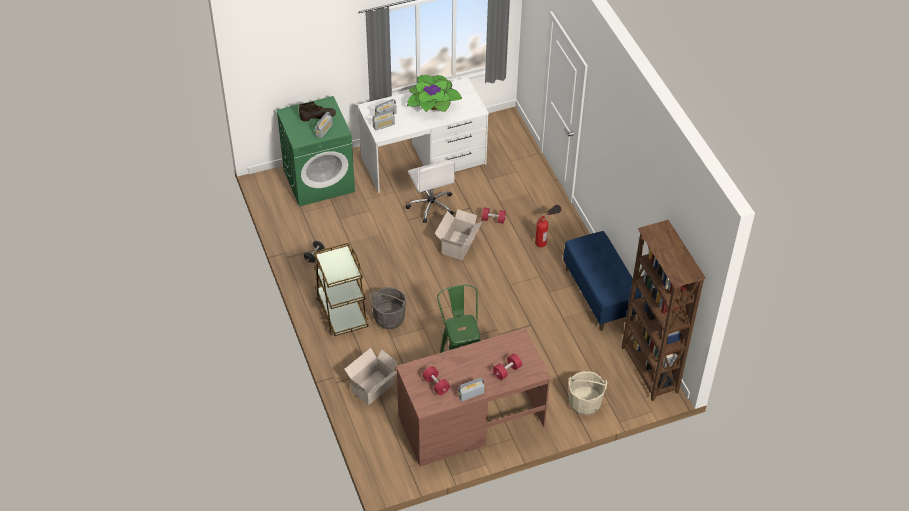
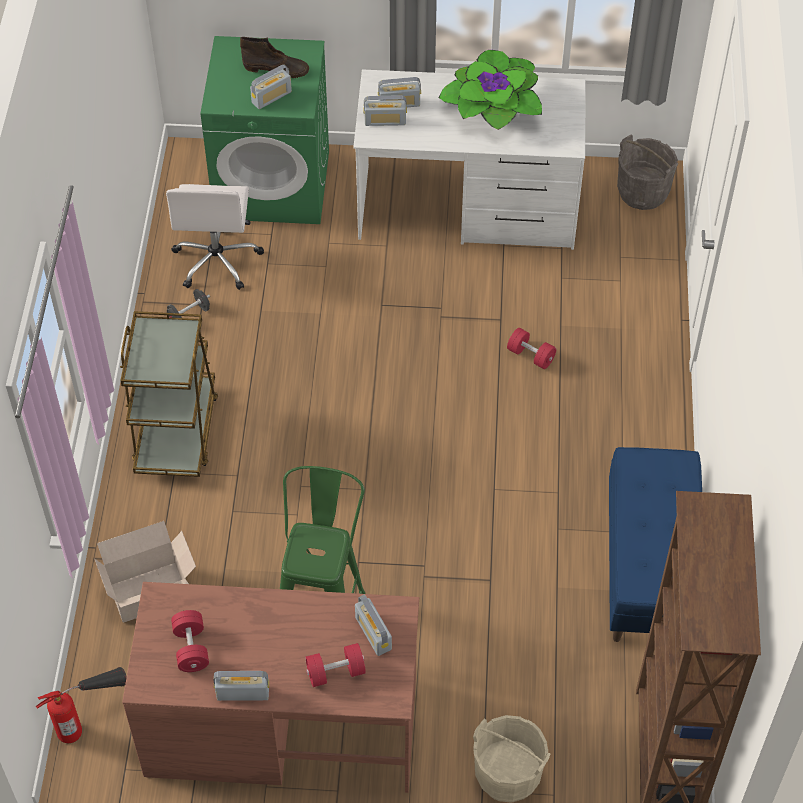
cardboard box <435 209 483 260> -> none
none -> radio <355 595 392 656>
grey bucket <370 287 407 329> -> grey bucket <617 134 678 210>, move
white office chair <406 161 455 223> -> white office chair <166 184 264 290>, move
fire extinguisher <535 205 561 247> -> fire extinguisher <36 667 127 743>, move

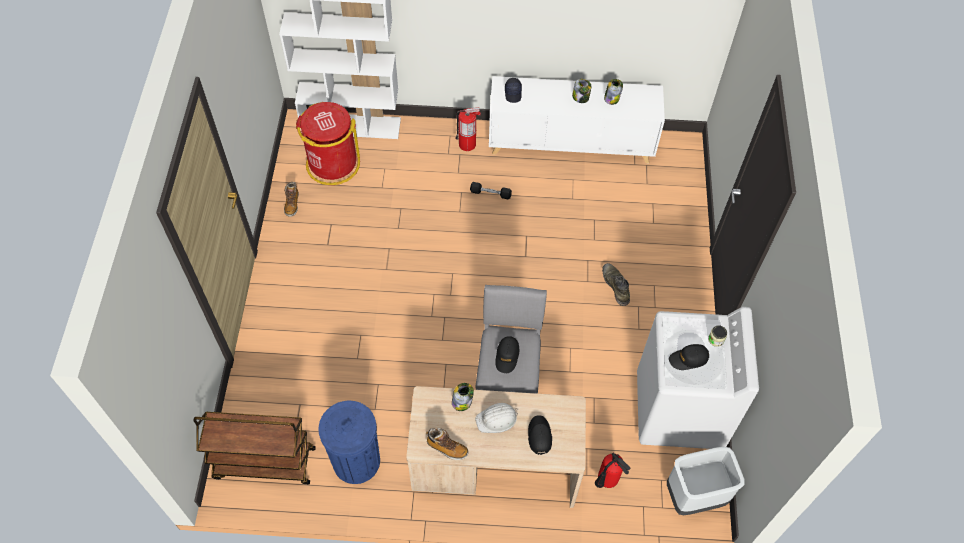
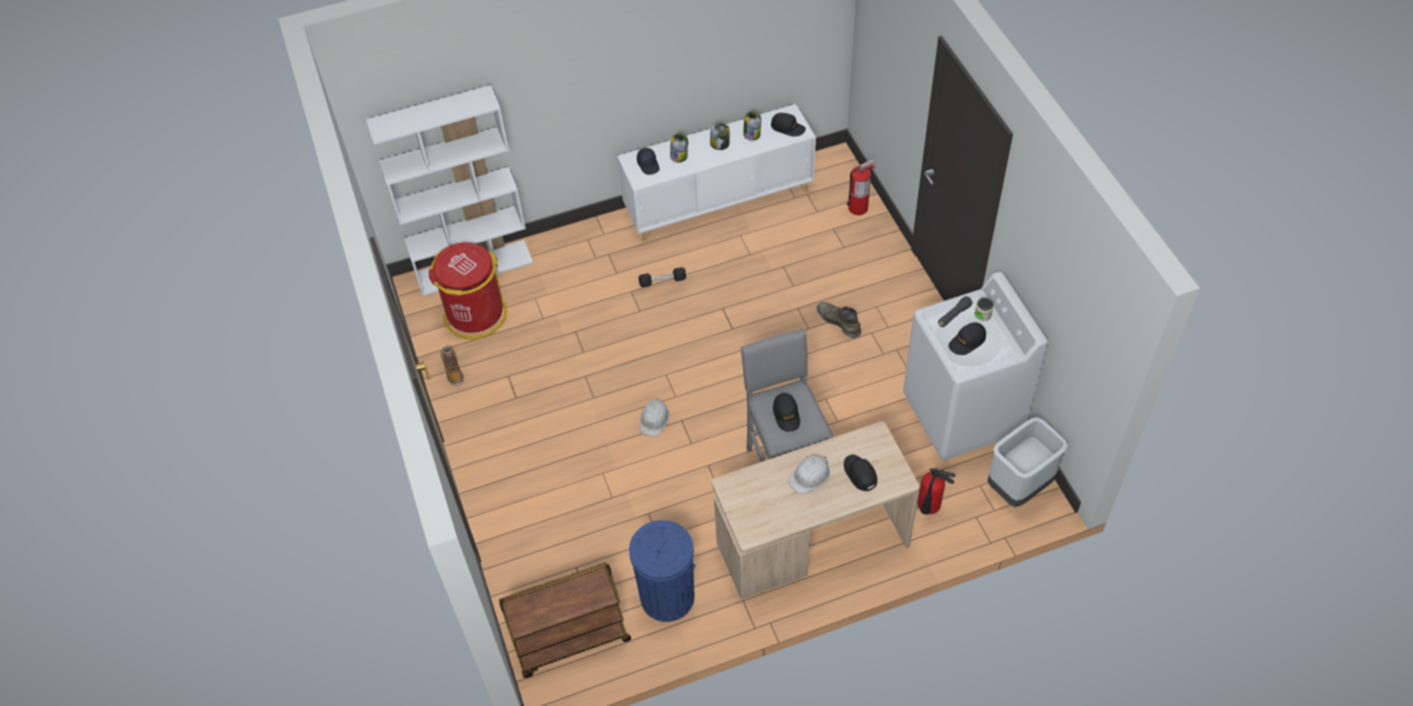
boot <426 428 469 460> -> none
none -> white hard hat <640 399 669 436>
none -> black cap <771 113 806 137>
none -> black flashlight <938 296 973 327>
jar <452 383 474 411> -> jar <670 133 688 163>, move
fire extinguisher <455 107 481 151> -> fire extinguisher <846 159 875 215>, move

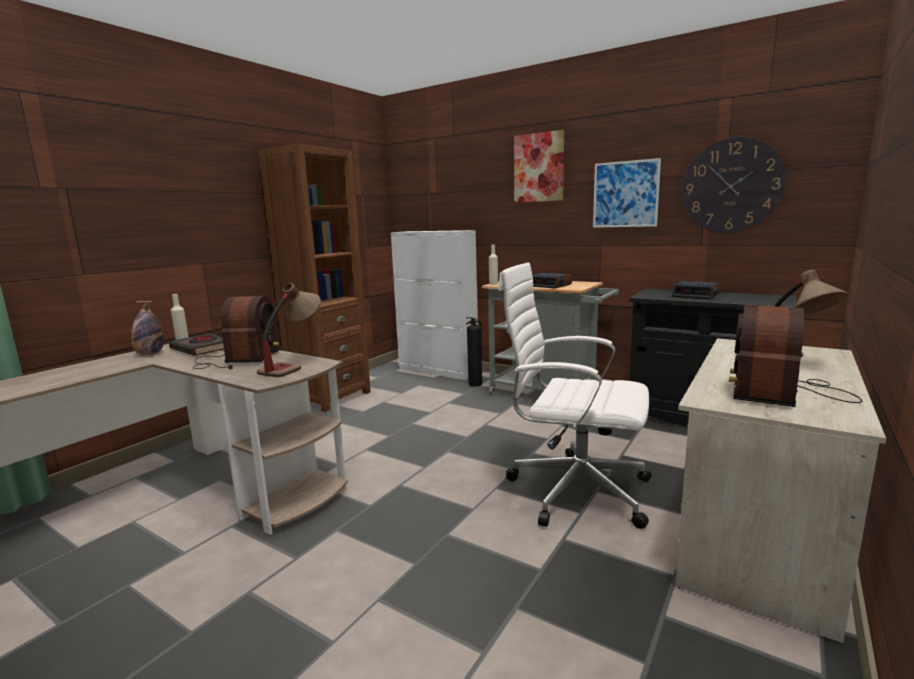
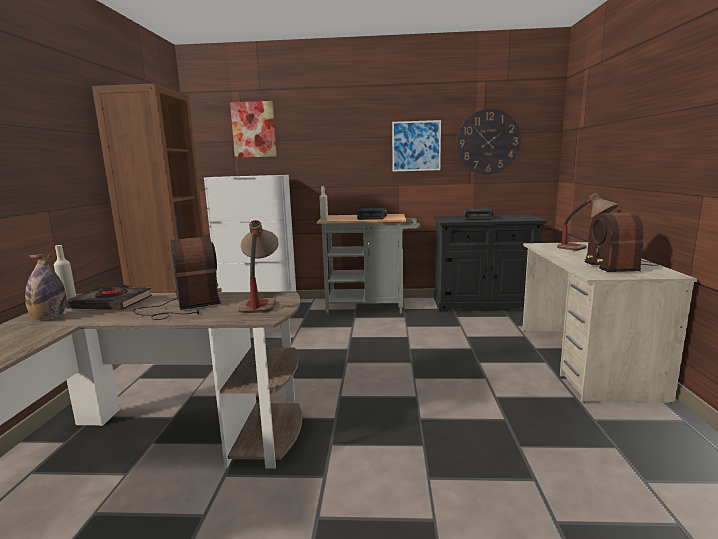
fire extinguisher <466 317 483 387> -> none
white office chair <498 263 652 529> -> none
picture <514 130 564 203> -> picture <230 101 277 158>, move

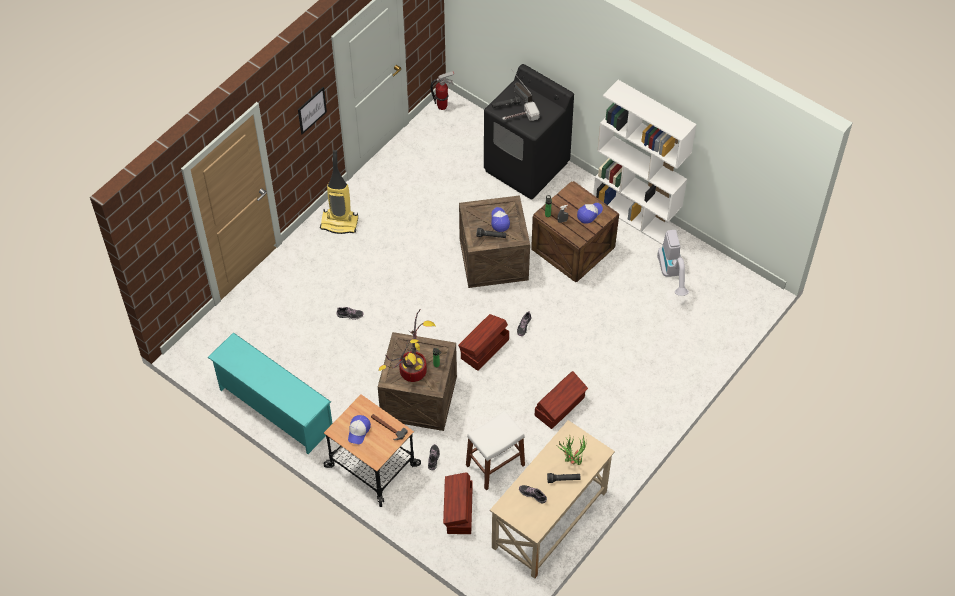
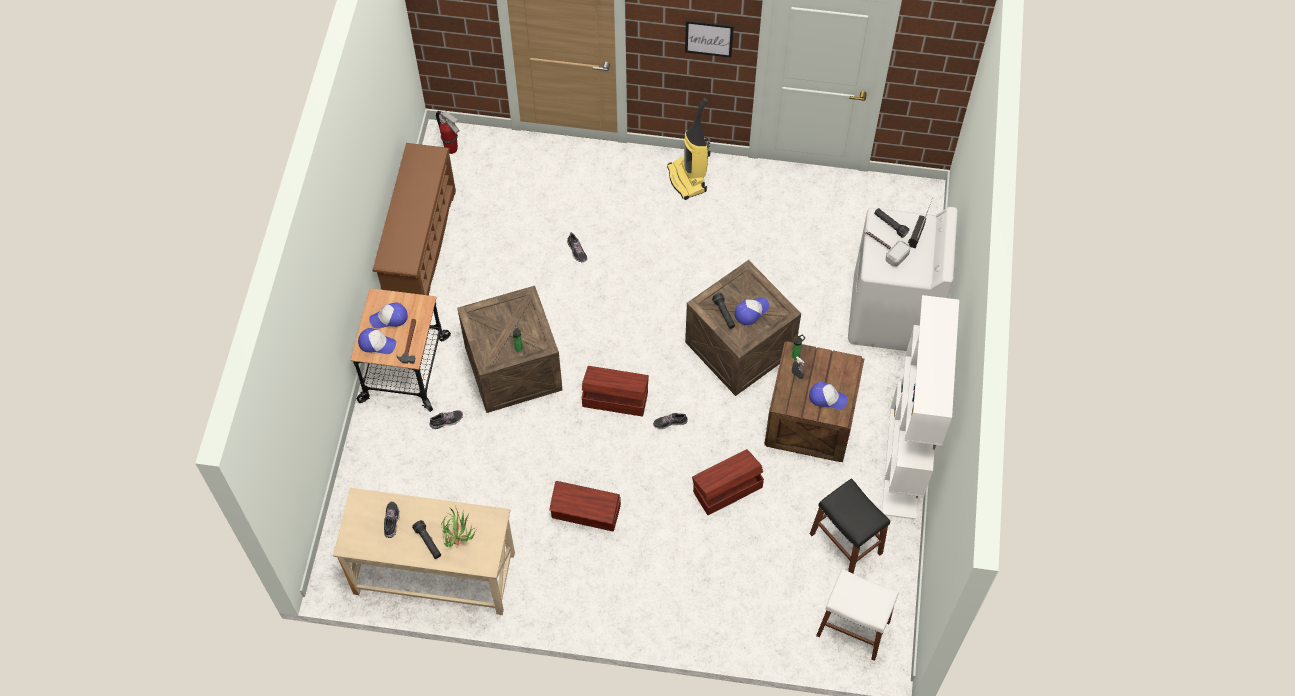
potted plant <379 309 436 382> -> none
none -> cap <358 328 396 354>
fire extinguisher <430 71 454 110> -> fire extinguisher <436 111 460 154>, move
brown storage box <443 472 473 534> -> brown storage box <692 449 764 515>, move
white stool <466 411 525 490> -> white stool <816 569 899 661>, move
vacuum cleaner <657 230 689 296> -> black stool <810 478 890 573>
turquoise shoe rack <207 332 333 454> -> brown shoe rack <372 143 456 296>
black washing machine <484 64 574 199> -> white washing machine <848 207 958 351>

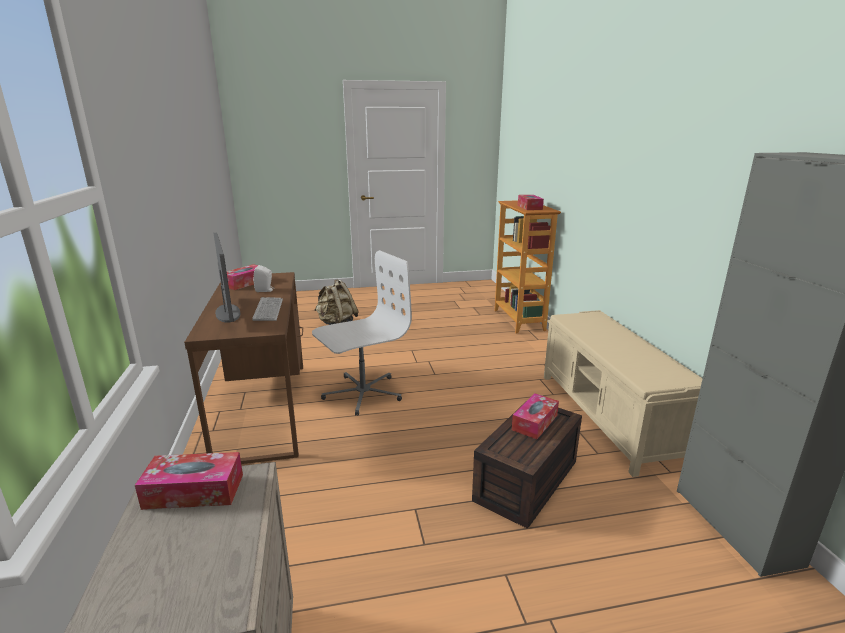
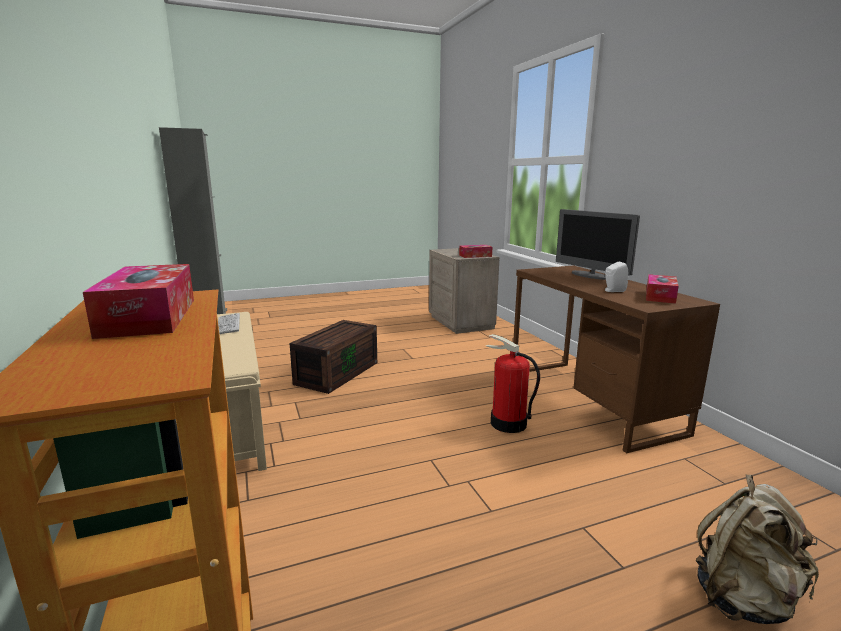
tissue box <512 393 559 439> -> none
keyboard <252 297 283 321> -> keyboard <218 313 240 334>, move
white office chair <312 250 412 415> -> fire extinguisher <486 334 540 433>

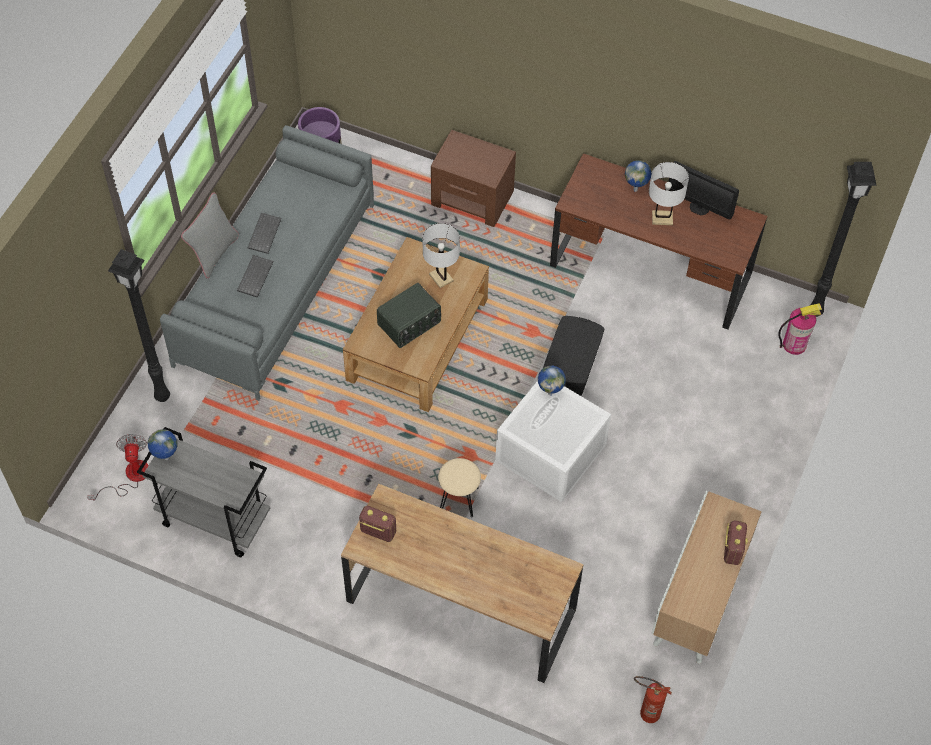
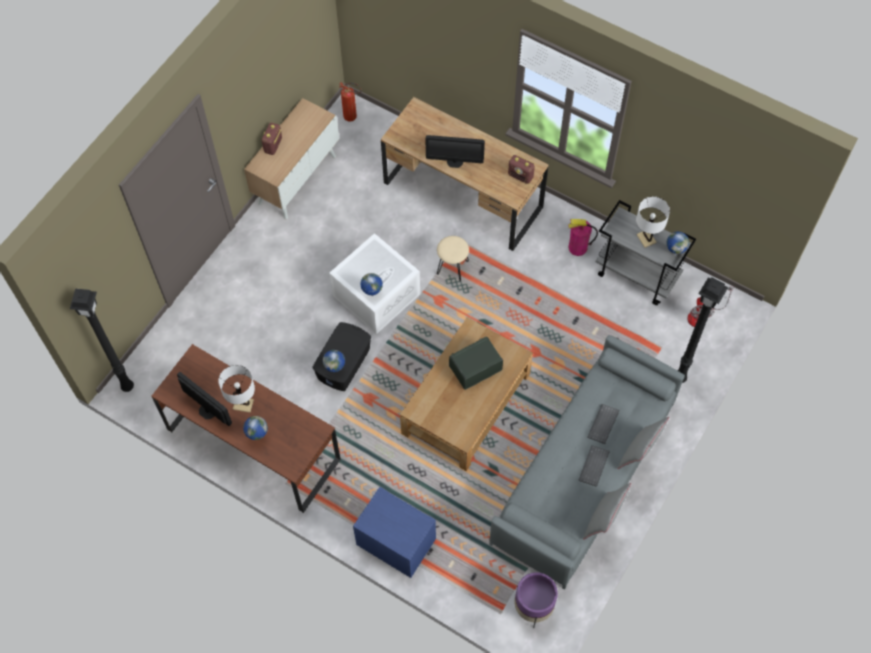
none -> globe <323 350 345 372>
none -> monitor <426 135 485 168>
none -> grey pillow <583 483 631 540>
white table lamp <422 223 460 288> -> white table lamp <636 197 670 248>, move
fire extinguisher <778 303 822 355> -> fire extinguisher <568 219 598 256>, move
brown nightstand <431 130 516 227> -> blue nightstand <353 487 436 578>

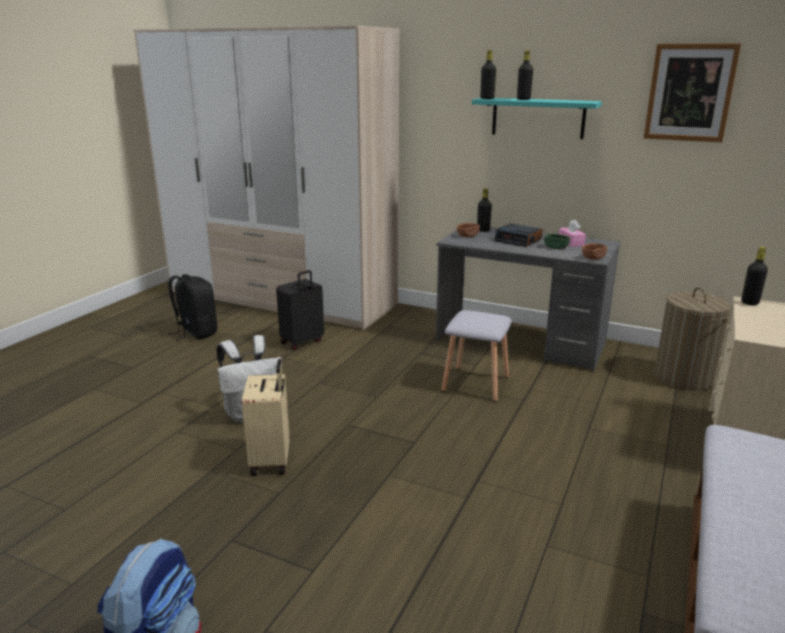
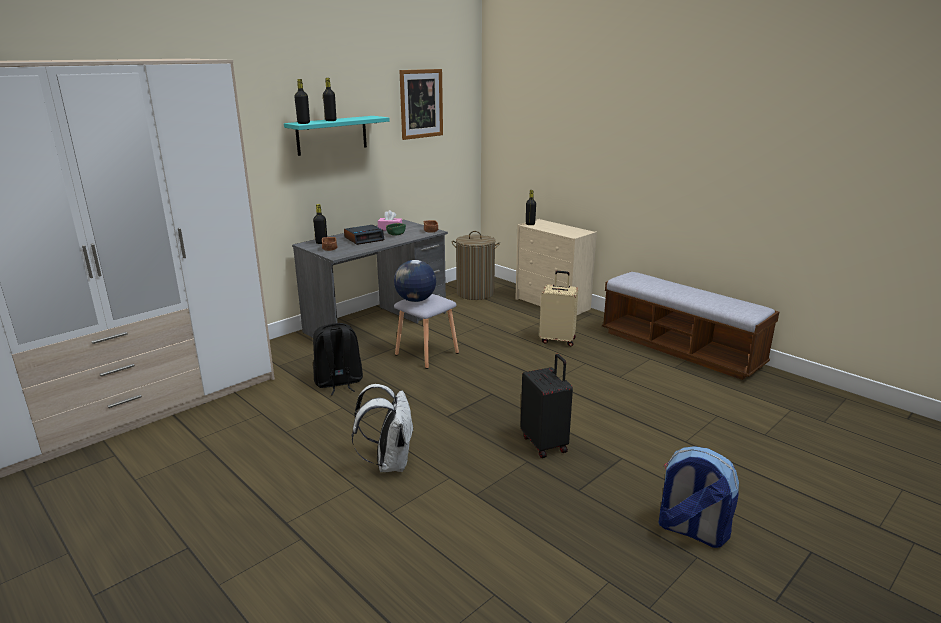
none -> globe <394 260 436 302>
black backpack <168 274 217 341> -> black backpack <313 323 363 395>, move
beige suitcase <242 359 290 476> -> beige suitcase <539 271 578 346>, move
black suitcase <276 270 324 350> -> black suitcase <520 354 573 458>, move

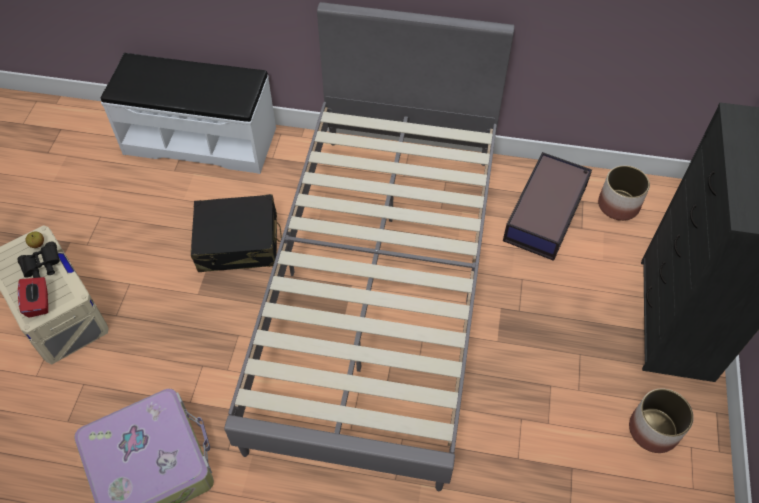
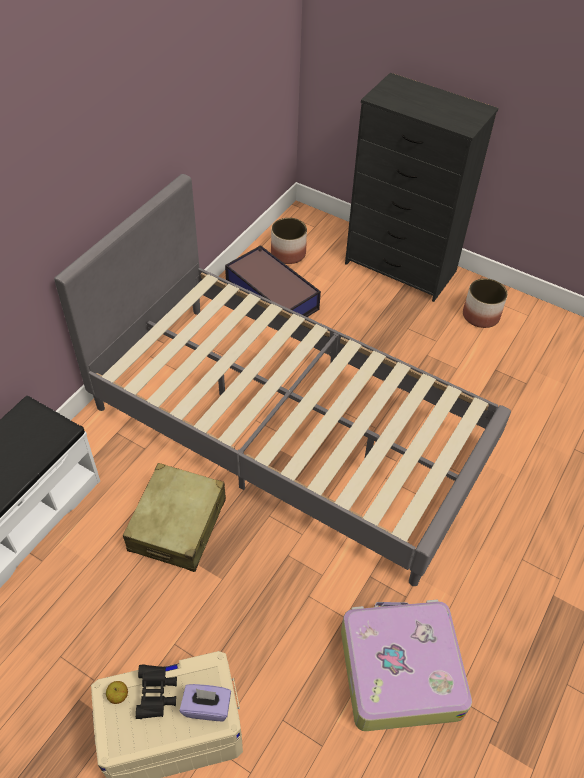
red tissue box <18 277 48 318> -> purple tissue box <180 684 231 721>
black suitcase <191 194 282 272> -> beige suitcase <123 463 226 572>

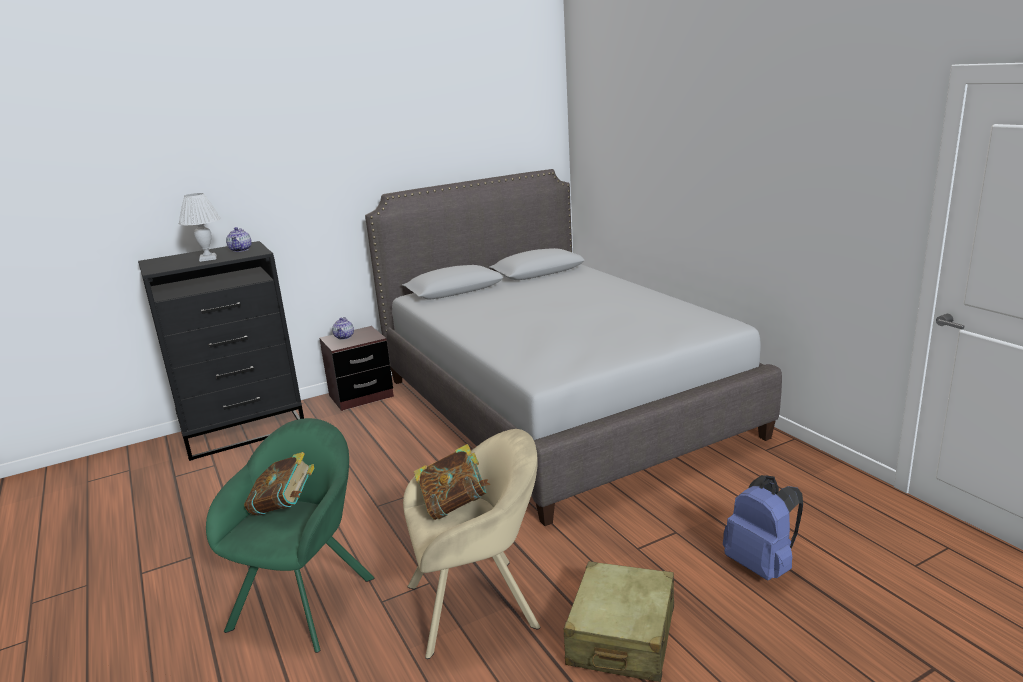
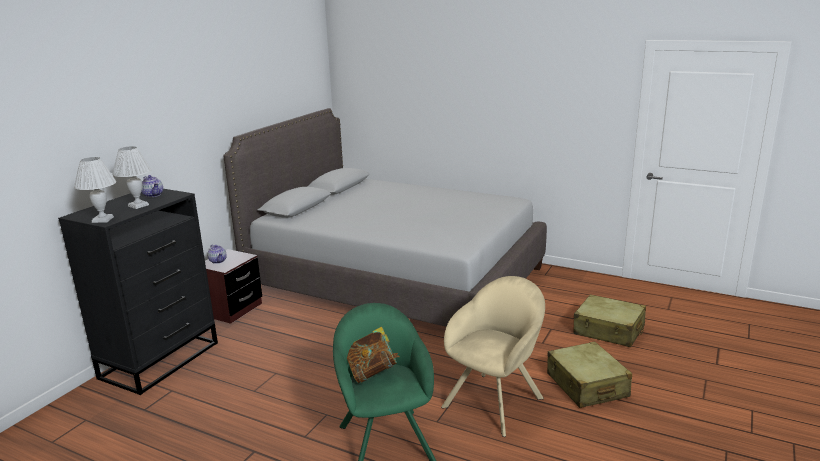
book <414 444 491 520> -> none
none -> white table lamp <74 157 116 223>
blue backpack <723 475 803 580> -> beige suitcase <573 294 646 347>

